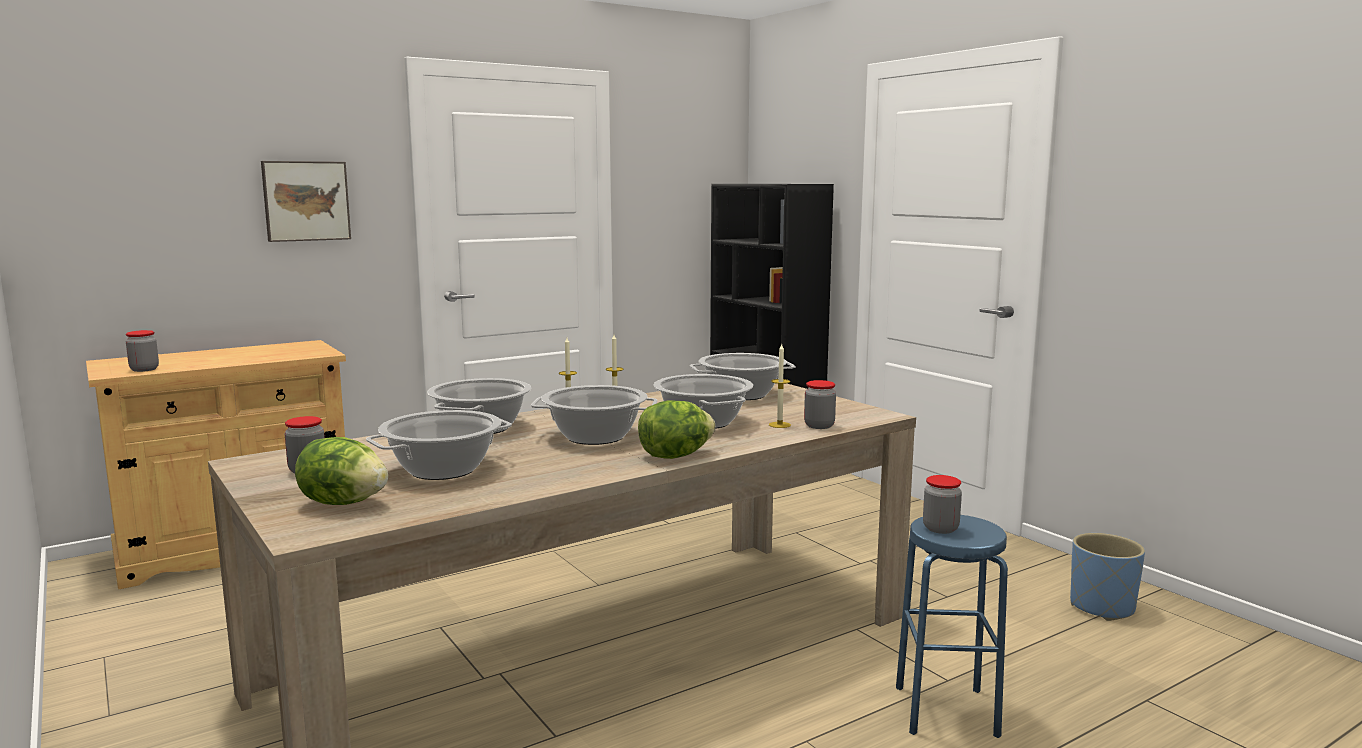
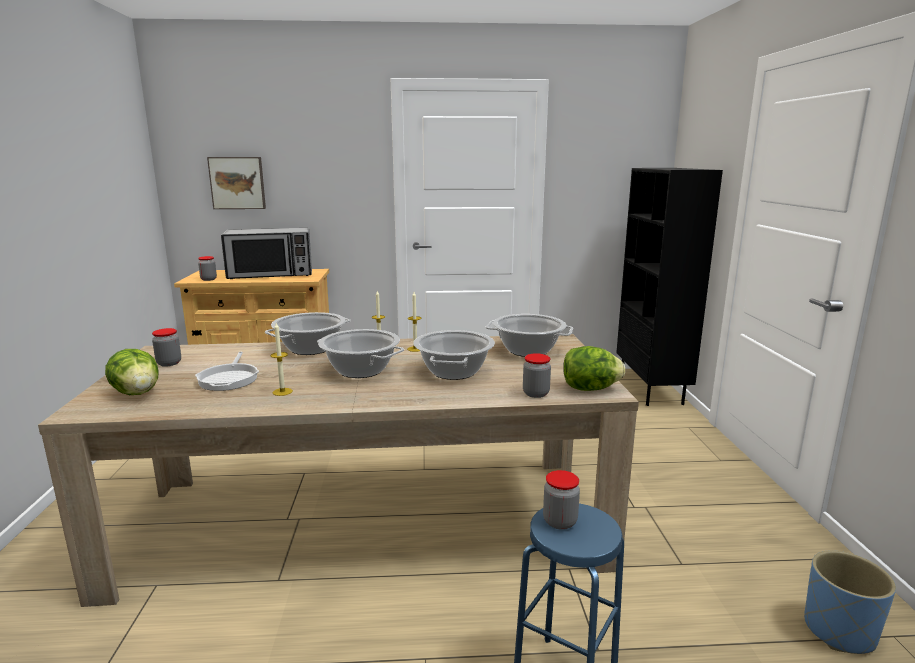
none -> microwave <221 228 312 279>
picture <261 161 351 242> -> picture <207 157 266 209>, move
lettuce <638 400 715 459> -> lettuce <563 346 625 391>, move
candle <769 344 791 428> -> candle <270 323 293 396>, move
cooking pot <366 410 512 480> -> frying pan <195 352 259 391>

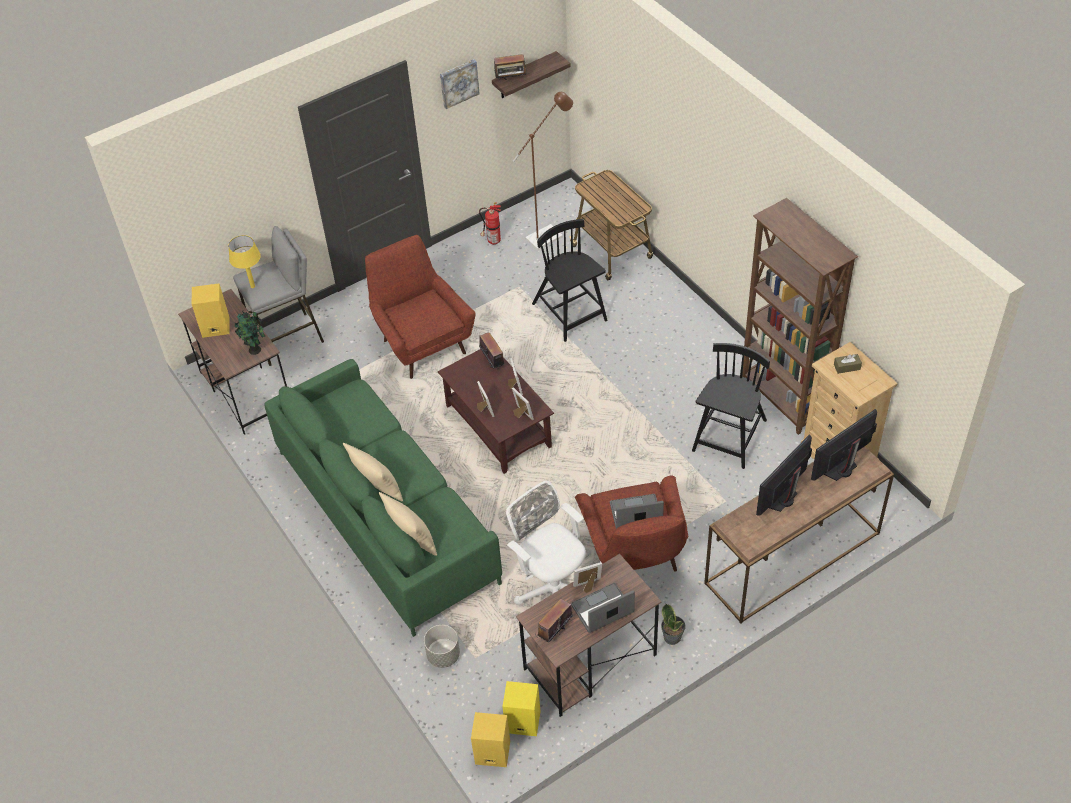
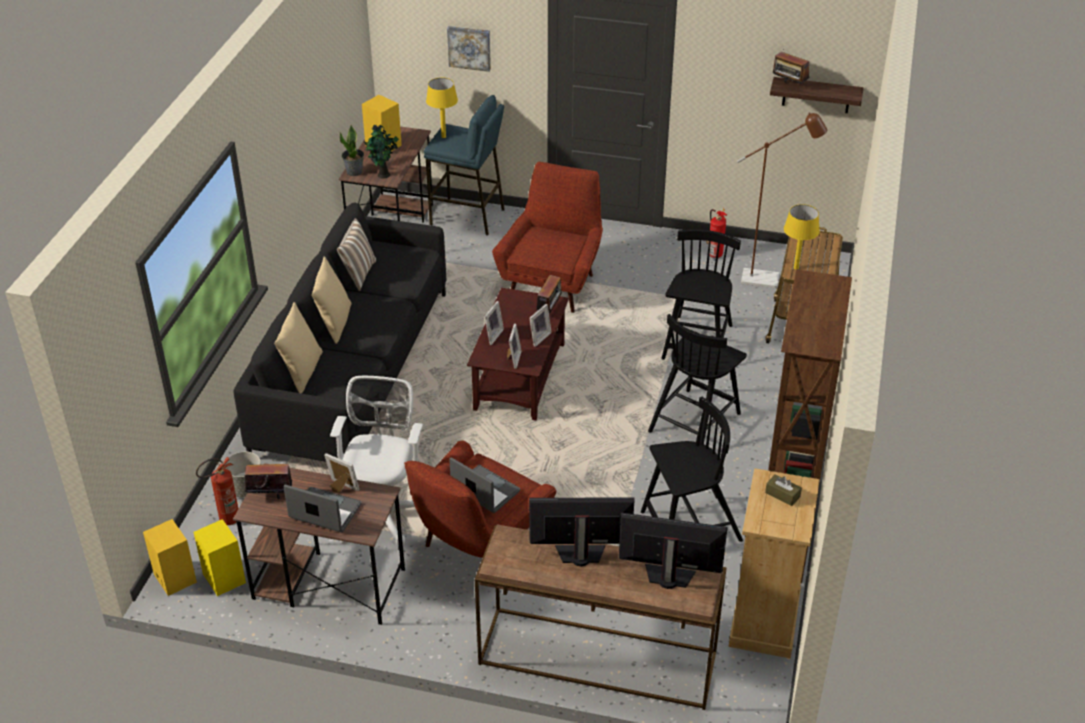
none -> fire extinguisher <196 457 238 525>
none -> pillow <337 218 376 291>
none -> black chair <648 314 747 444>
none -> yellow table lamp <784 204 820 269>
picture <440 59 480 109> -> picture <447 26 491 72>, move
potted plant <661 604 686 645> -> potted plant <340 125 364 176>, move
grey stool <233 226 324 366> -> blue stool <424 95 505 236>
green sofa <264 359 502 637> -> black sofa <233 203 446 462>

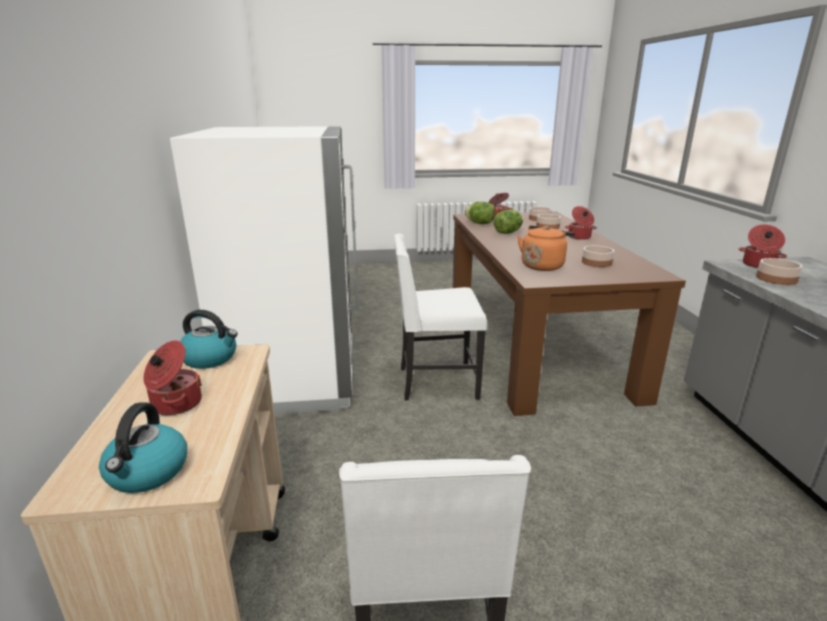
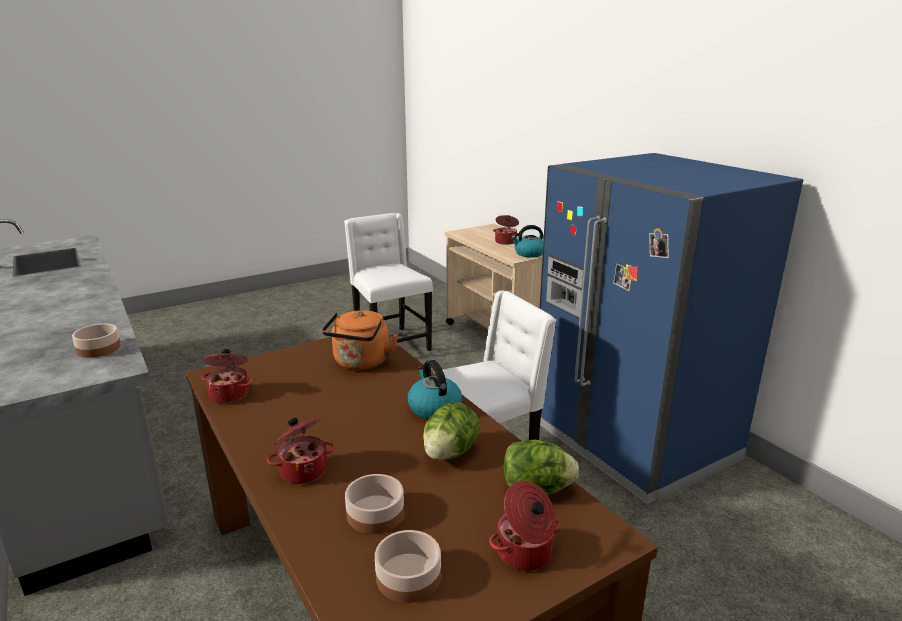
bowl <582 246 614 267> -> none
kettle <99 402 187 493> -> kettle <408 360 462 419>, move
cooking pot <738 225 787 268> -> cooking pot <202 349 253 403>, move
white fridge <170 126 358 414> -> blue fridge <540 153 803 504>

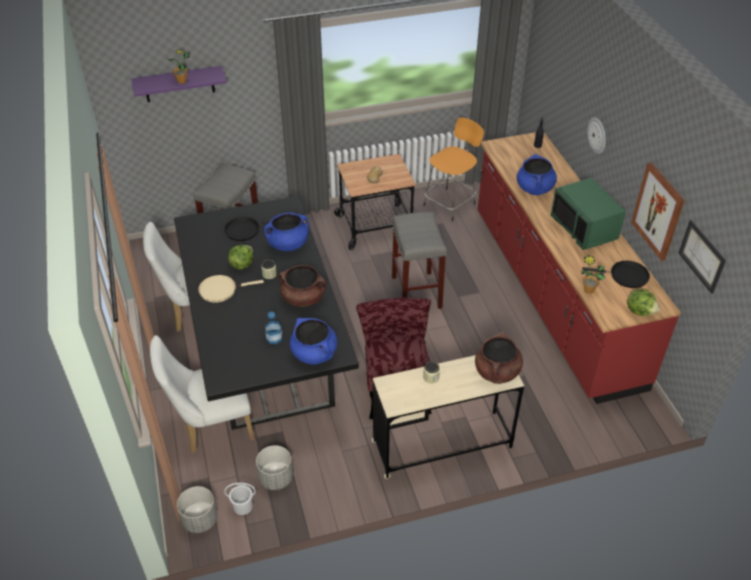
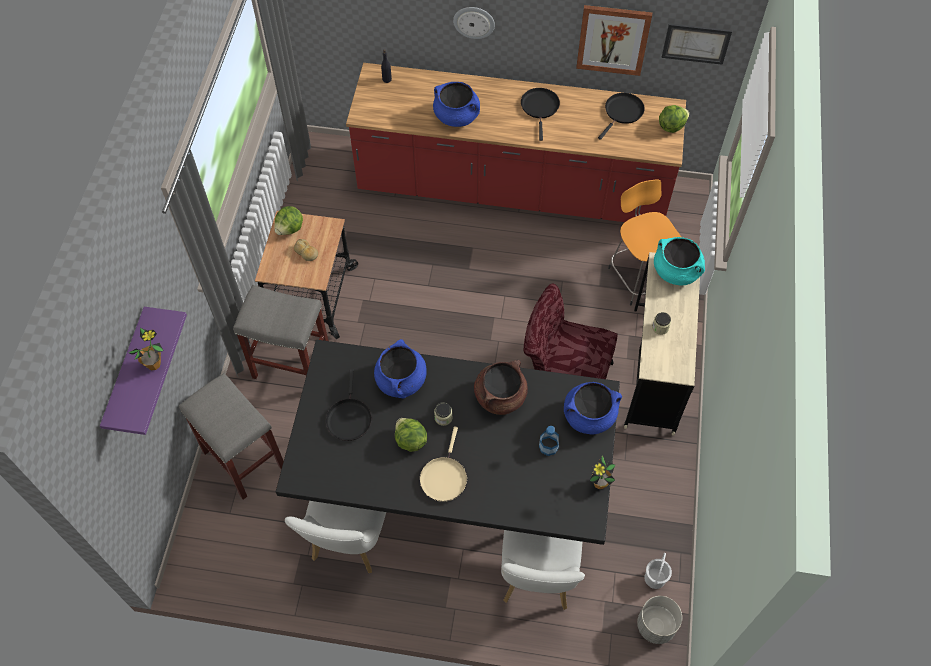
grey planter <256 445 293 490> -> none
none -> lettuce <274 206 303 235>
grey stool <392 212 447 309> -> grey stool <233 285 329 379>, move
orange stool <423 117 484 222> -> orange stool <608 179 681 305>, move
potted plant <582 255 605 294> -> potted plant <590 455 615 489>, move
green microwave <551 178 626 250> -> black frying pan <521 88 560 141>
brown cooking pot <475 332 523 384> -> turquoise cooking pot <654 237 705 285>

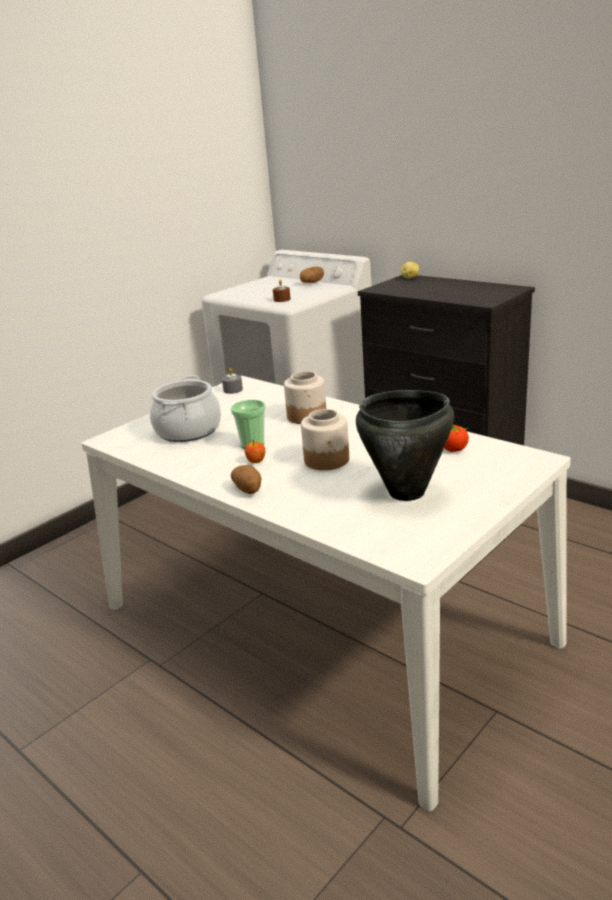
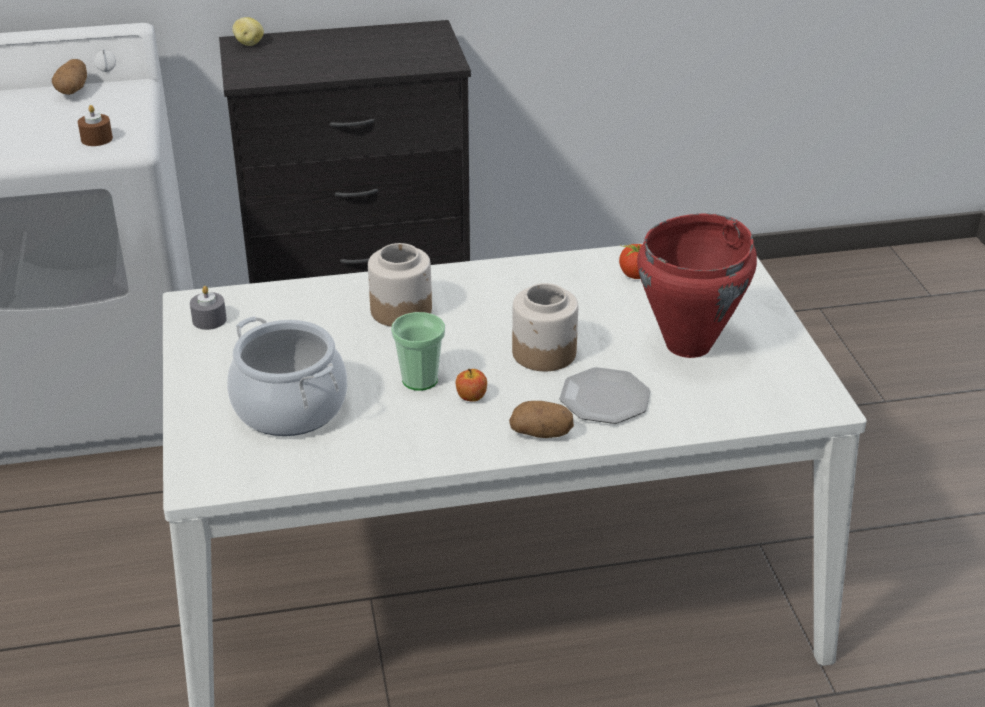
none -> plate <560 367 651 424>
black cooking pot <356 390 454 501> -> red cooking pot <637 214 757 358>

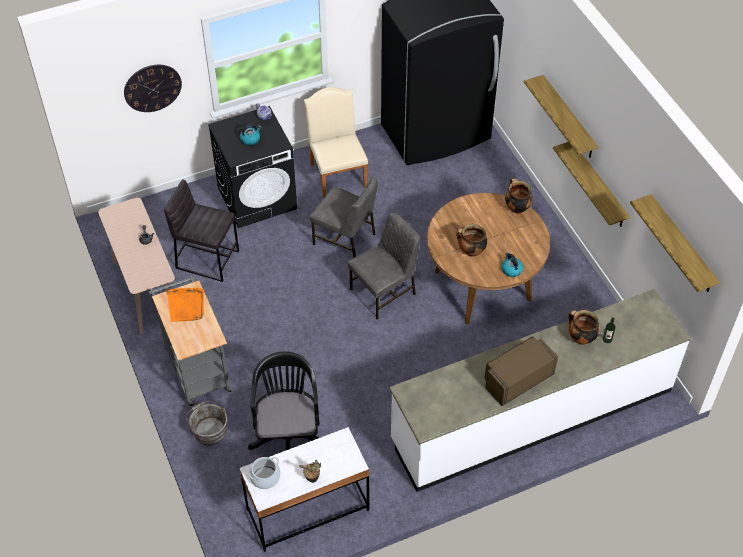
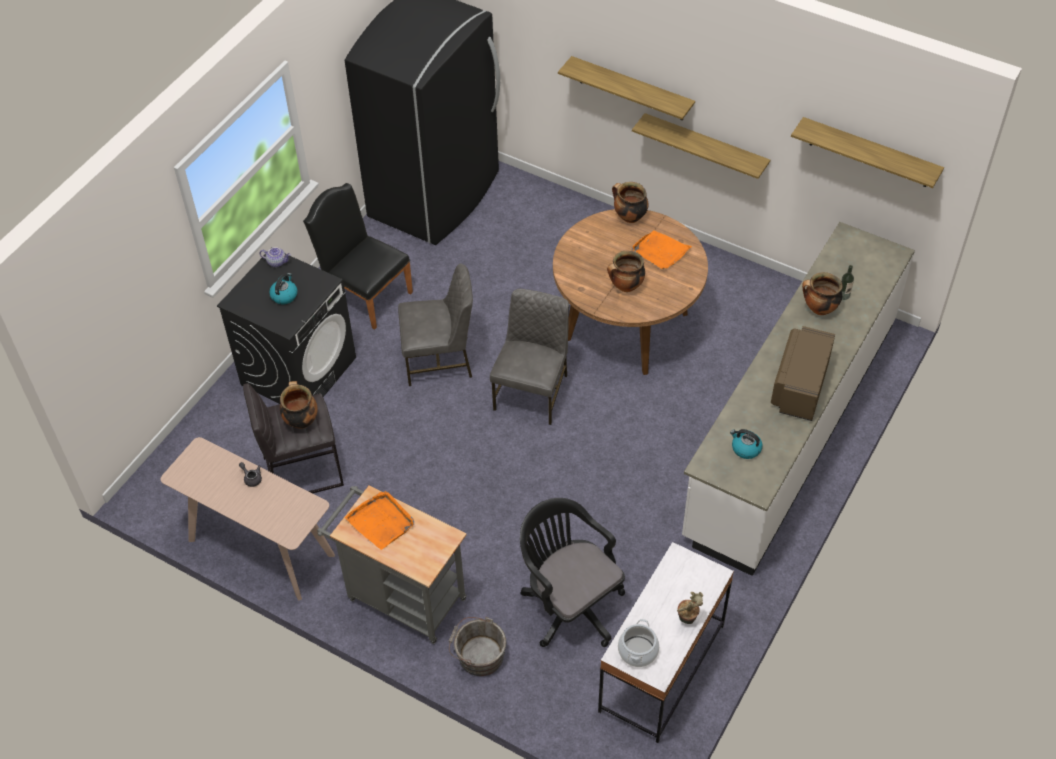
wall clock <124 65 182 112> -> none
none -> cooking pot <280 381 318 429>
none -> orange tray <632 230 692 269>
kettle <502 252 523 277> -> kettle <730 429 763 459>, move
beige chair <304 87 368 198> -> black chair <303 183 413 330>

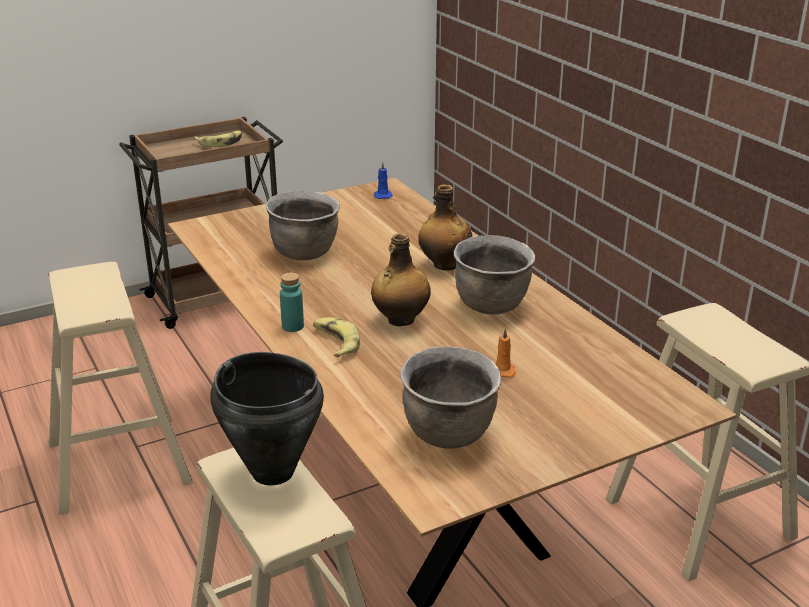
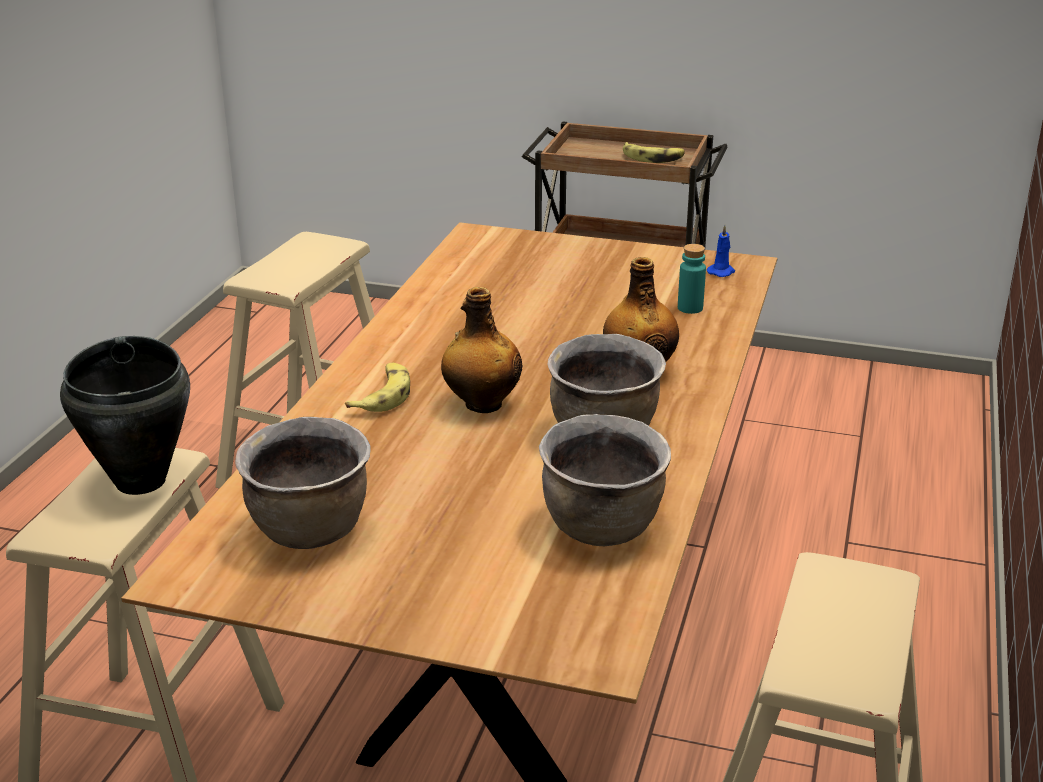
orange candle <495 328 516 378> -> none
brown cooking pot <266 190 340 260> -> brown cooking pot <539 414 671 547>, move
turquoise bottle <280 272 304 332> -> turquoise bottle <678 244 706 314>, move

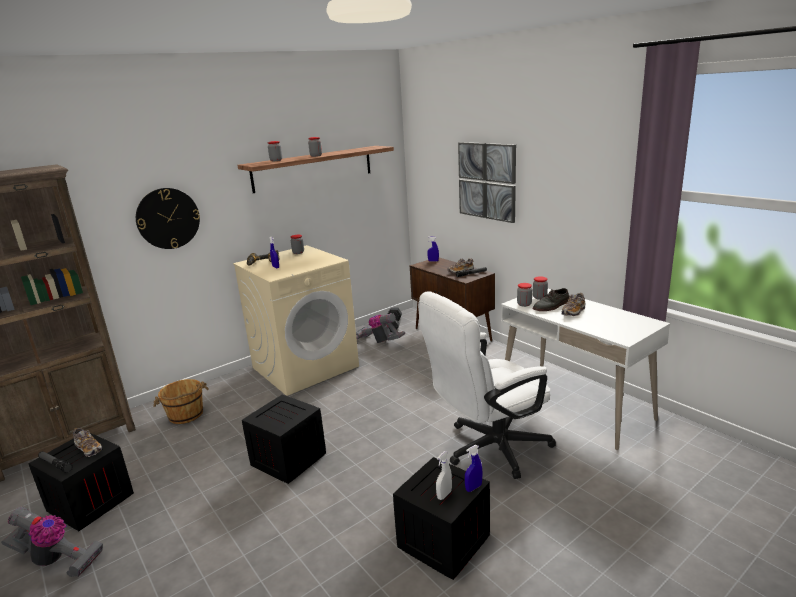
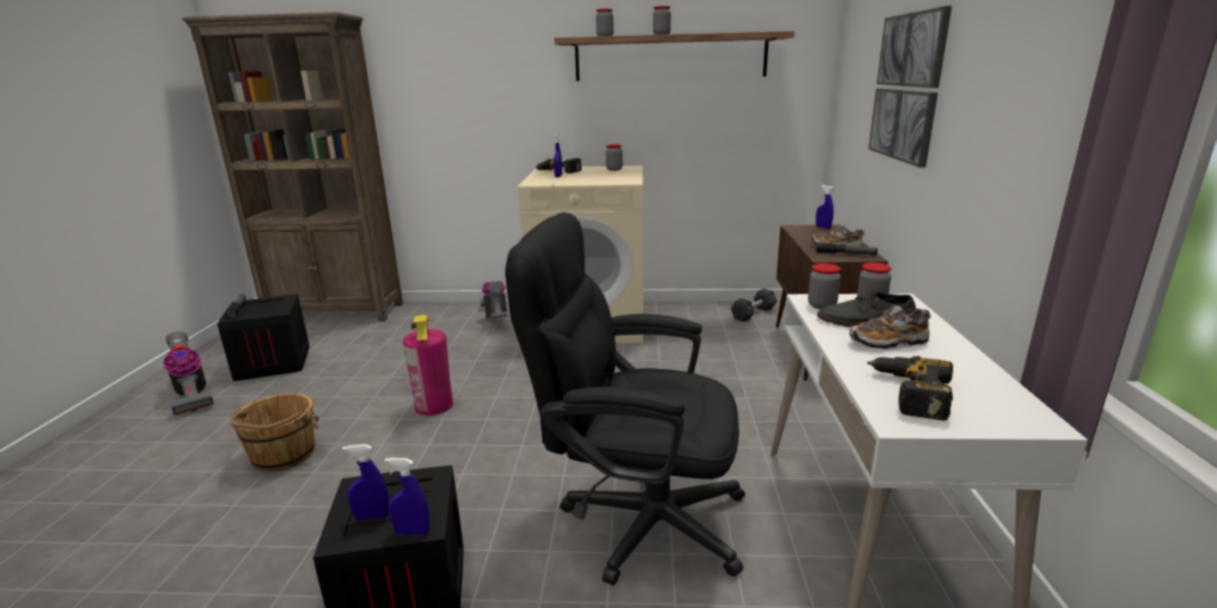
shoe <73 428 102 457> -> none
wall clock <136 188 200 249> -> none
none -> power drill <867 356 953 421>
brown bucket <153 379 209 424> -> brown bucket <230 393 319 472>, move
vacuum cleaner <356 313 405 343> -> vacuum cleaner <480 281 508 318>, move
crate <242 395 326 484> -> fire extinguisher <402 315 453 416>
white office chair <418 291 556 479> -> black office chair <505 212 745 585>
white spray bottle <436 451 452 500> -> blue spray bottle <343 444 389 521>

